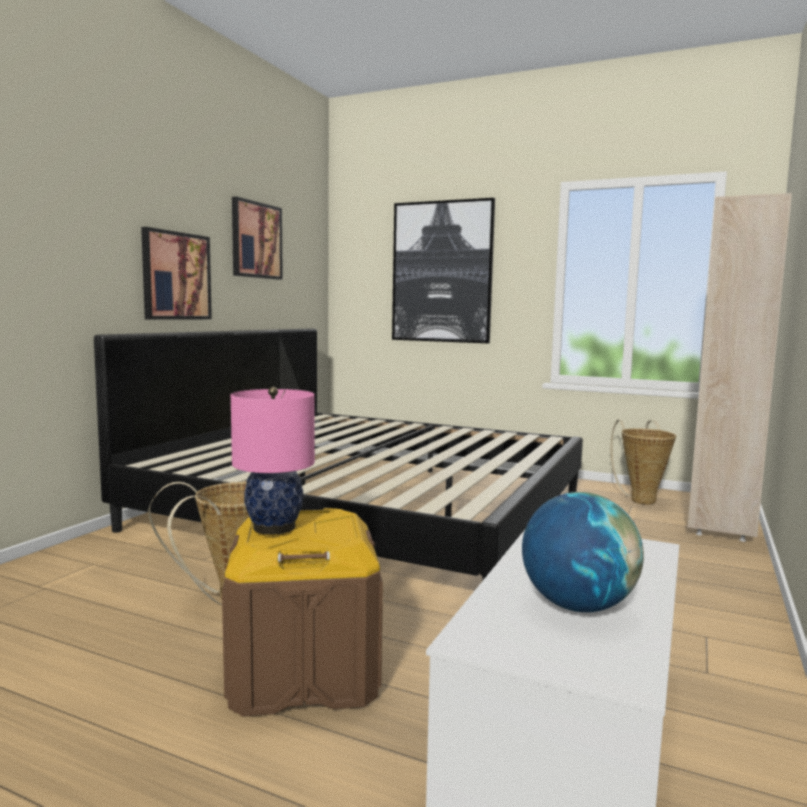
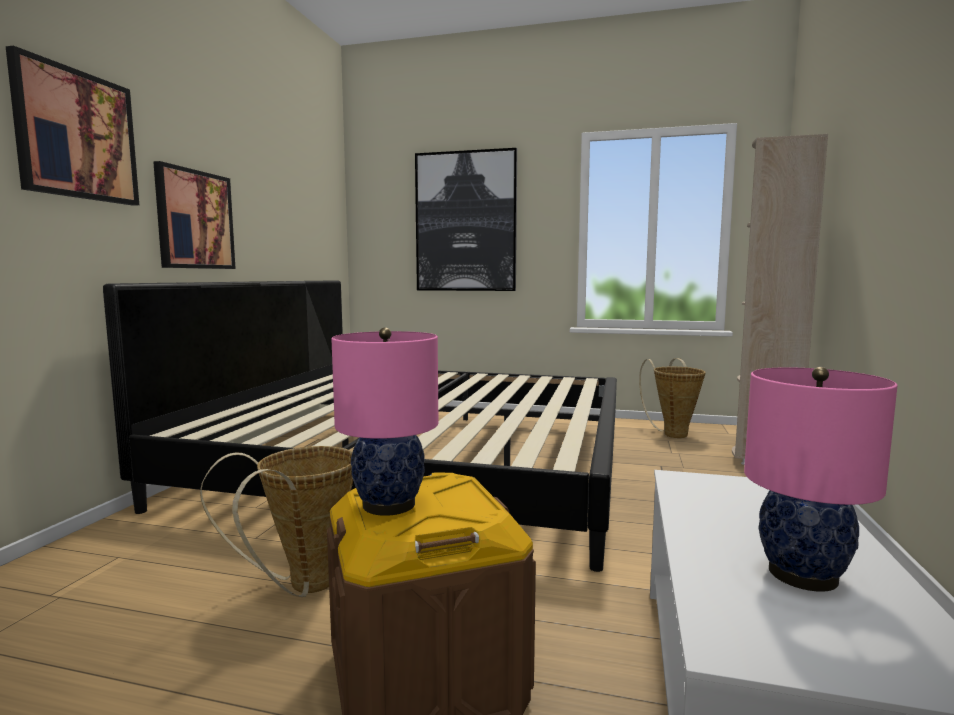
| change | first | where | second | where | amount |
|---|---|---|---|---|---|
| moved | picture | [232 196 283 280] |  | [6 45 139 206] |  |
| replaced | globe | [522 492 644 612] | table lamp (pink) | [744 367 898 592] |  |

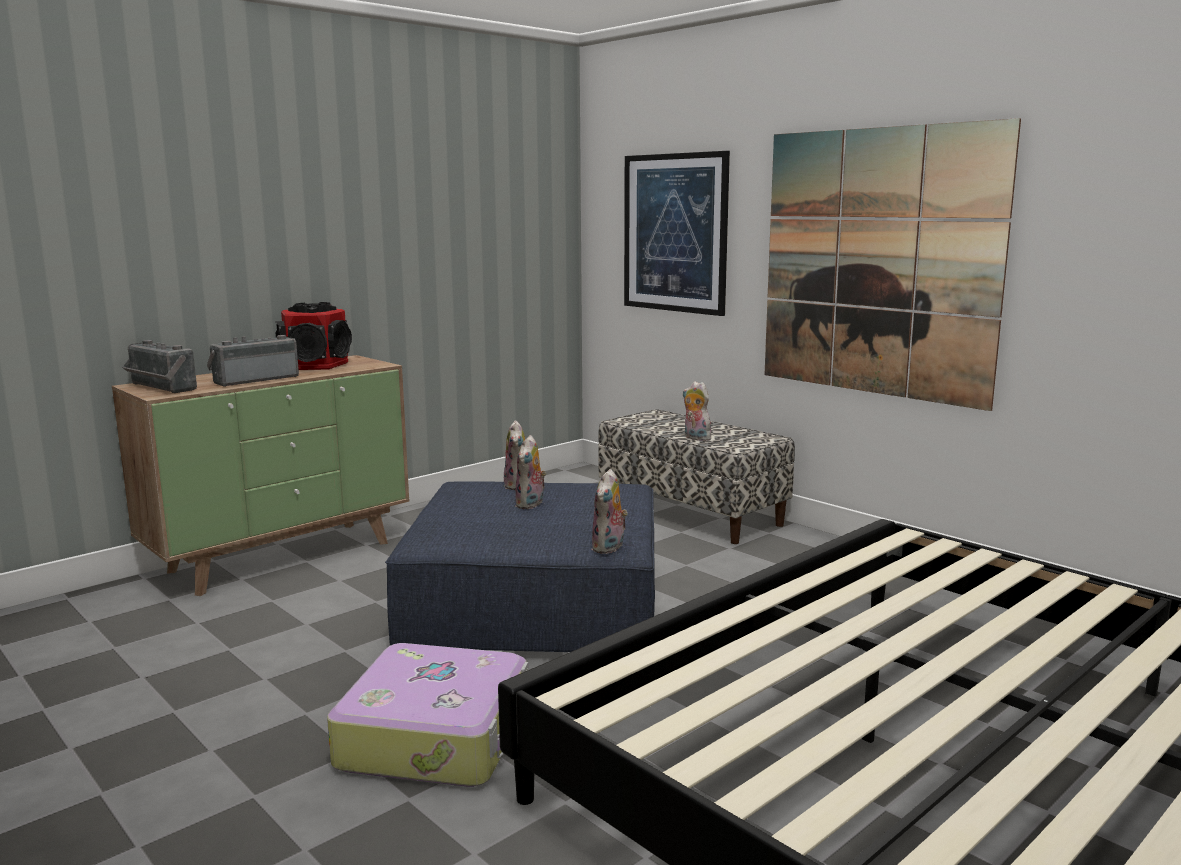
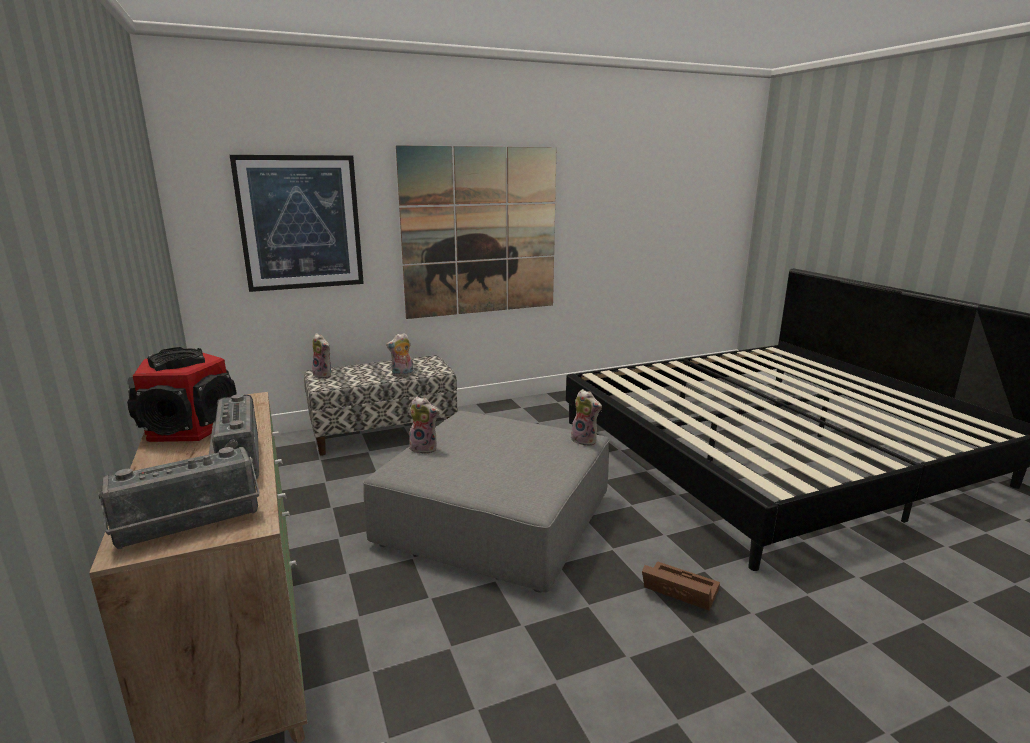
| change | first | where | second | where | amount |
|---|---|---|---|---|---|
| moved | plush toy | [515 435 546 509] |  | [312 333 331 379] |  |
| replaced | suitcase | [327 643 528 787] | storage box (brown) | [642 561 720 610] |  |
| recoloured | ottoman (blue) | [385 481 655 652] | ottoman (grey) | [363 411 610 592] |  |

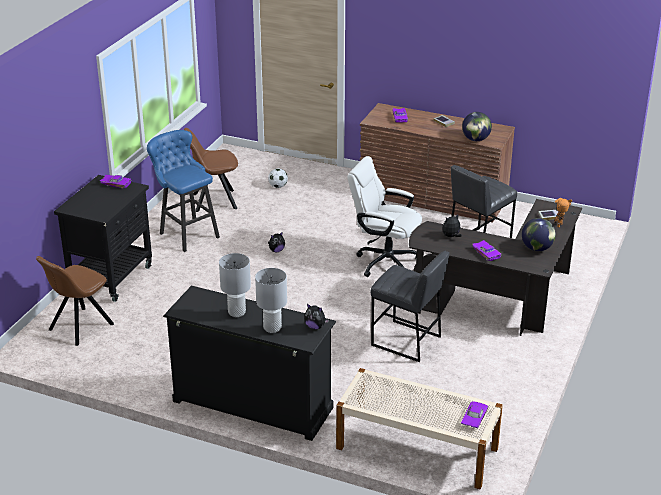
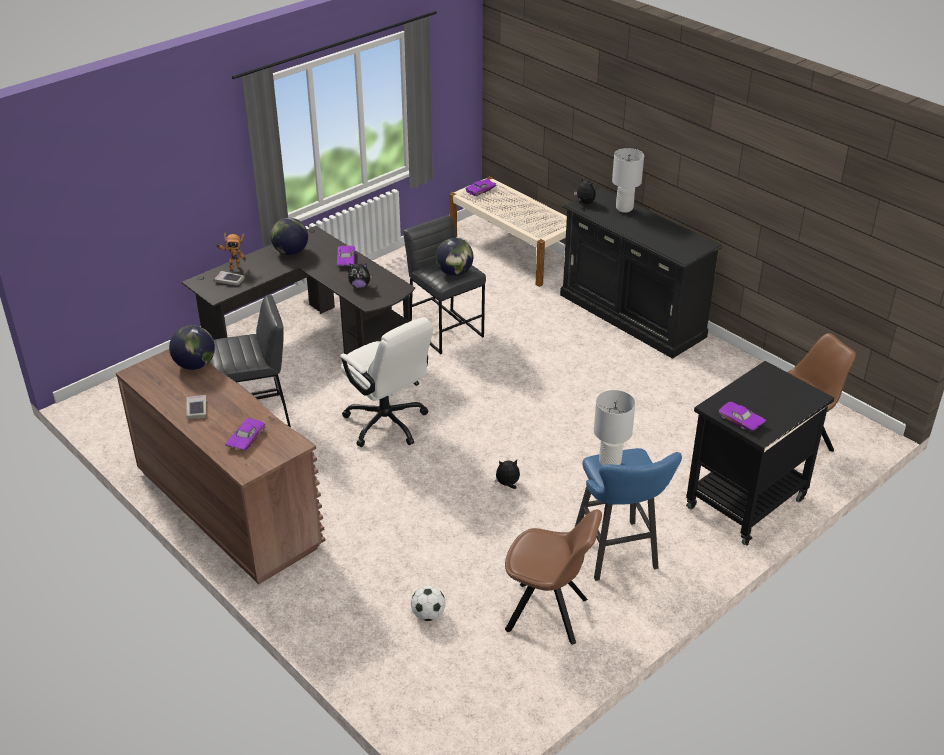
| change | first | where | second | where | amount |
|---|---|---|---|---|---|
| added |  |  | globe | [436 238 473 276] |  |
| moved | table lamp (grey) | [219 253 251 317] |  | [594 390 636 465] |  |

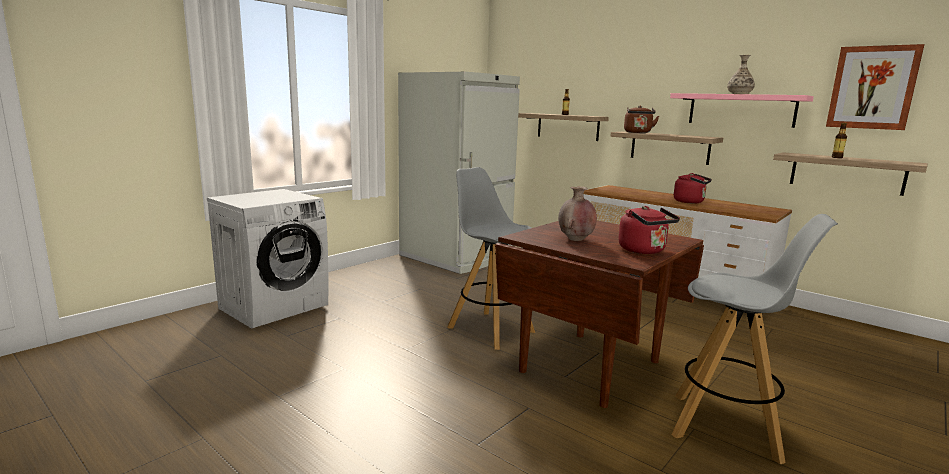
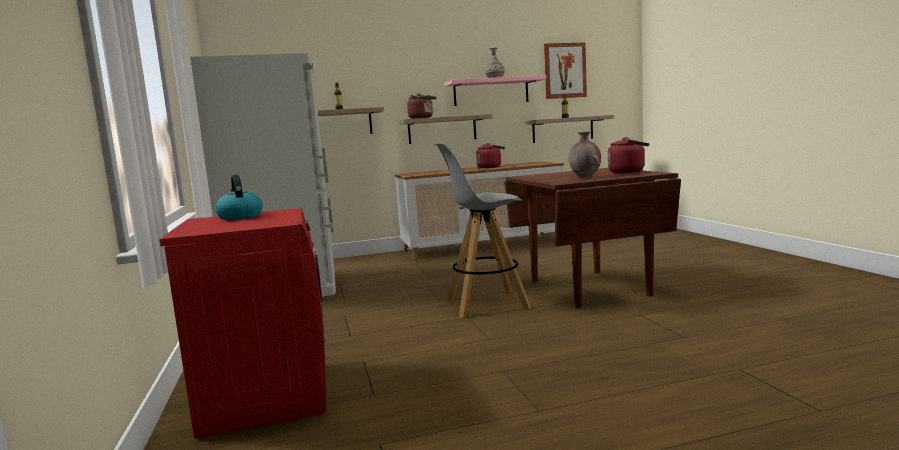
| change | first | where | second | where | amount |
|---|---|---|---|---|---|
| removed | stool (grey) | [671 214 838 464] |  |  |  |
| added |  |  | kettle | [215 175 263 220] |  |
| recoloured | washing machine (white) | [207 189 328 329] | washing machine (red) | [159 208 326 439] |  |

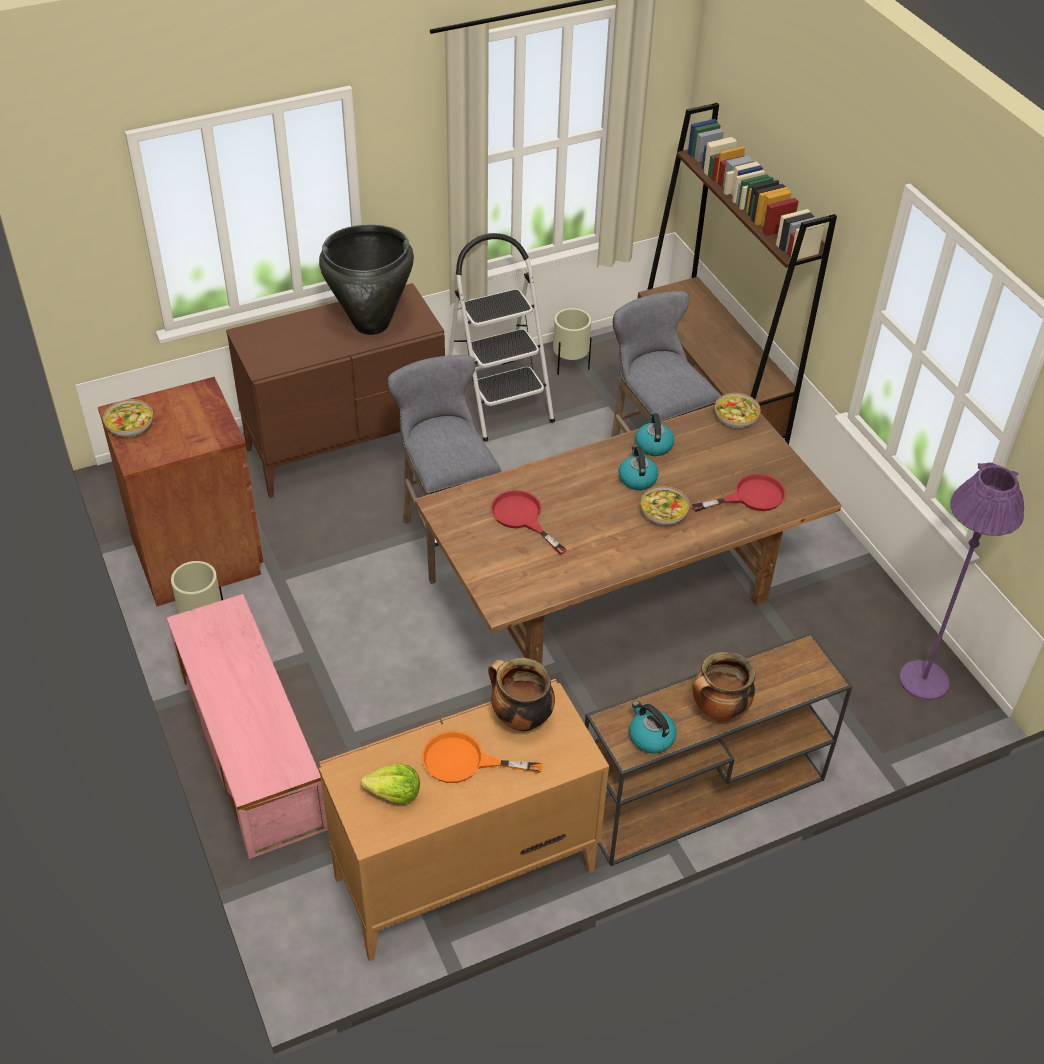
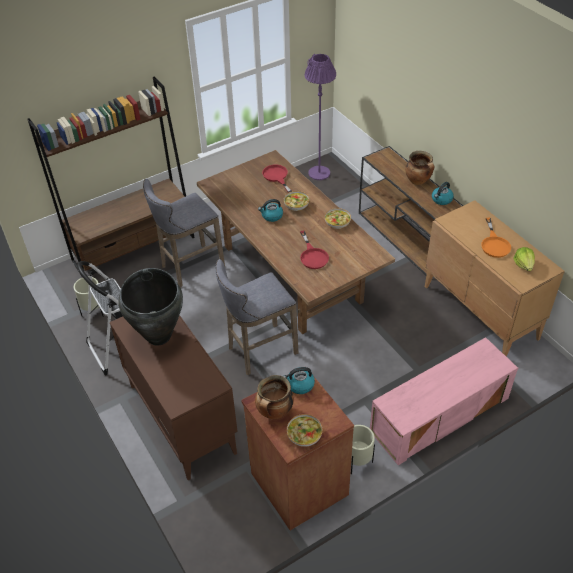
| change | first | where | second | where | amount |
|---|---|---|---|---|---|
| moved | cooking pot | [488 658 555 732] |  | [255 375 294 419] |  |
| moved | kettle | [635 413 674 456] |  | [283 367 315 394] |  |
| moved | bowl | [715 393 760 428] |  | [325 208 351 229] |  |
| turned | frying pan (red) | [491 490 567 555] |  | [300 231 329 269] | 60 degrees counterclockwise |

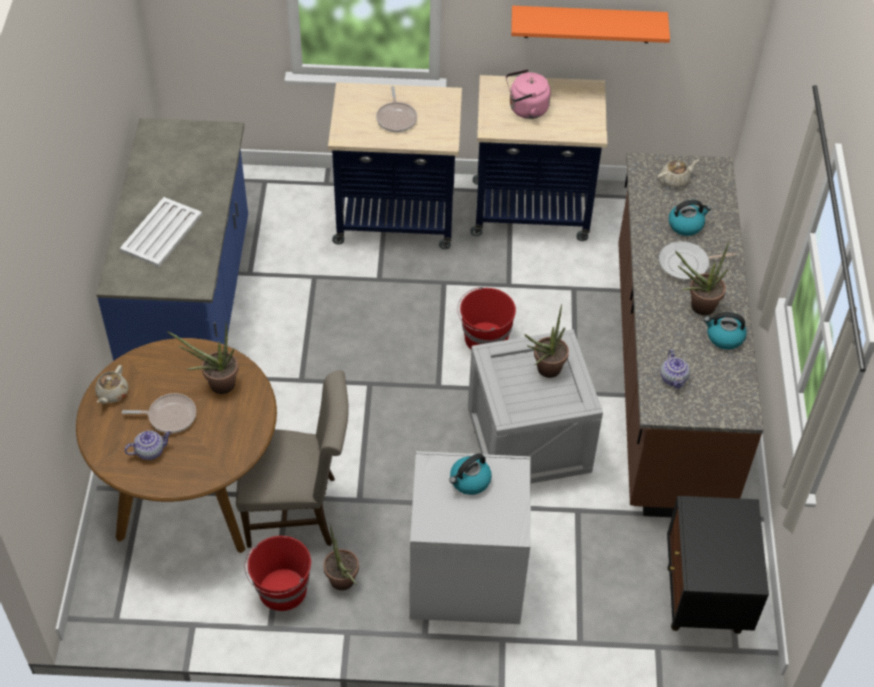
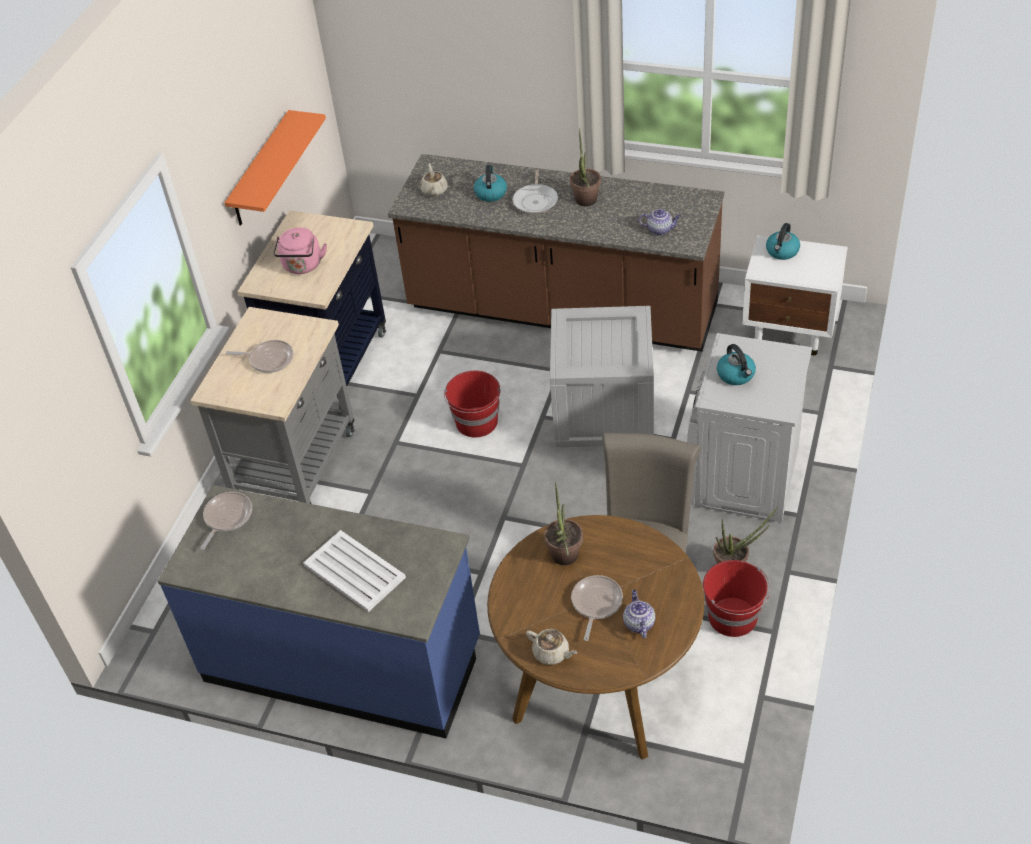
| change | first | where | second | where | amount |
|---|---|---|---|---|---|
| removed | potted plant | [524 304 569 378] |  |  |  |
| added |  |  | frying pan | [200 492 252 550] |  |
| moved | kettle | [704 312 747 350] |  | [766 223 800 260] |  |
| recoloured | cart (blue) | [328 82 462 249] | cart (grey) | [190 307 355 504] |  |
| recoloured | nightstand (black) | [667 496 769 634] | nightstand (white) | [742 235 848 355] |  |

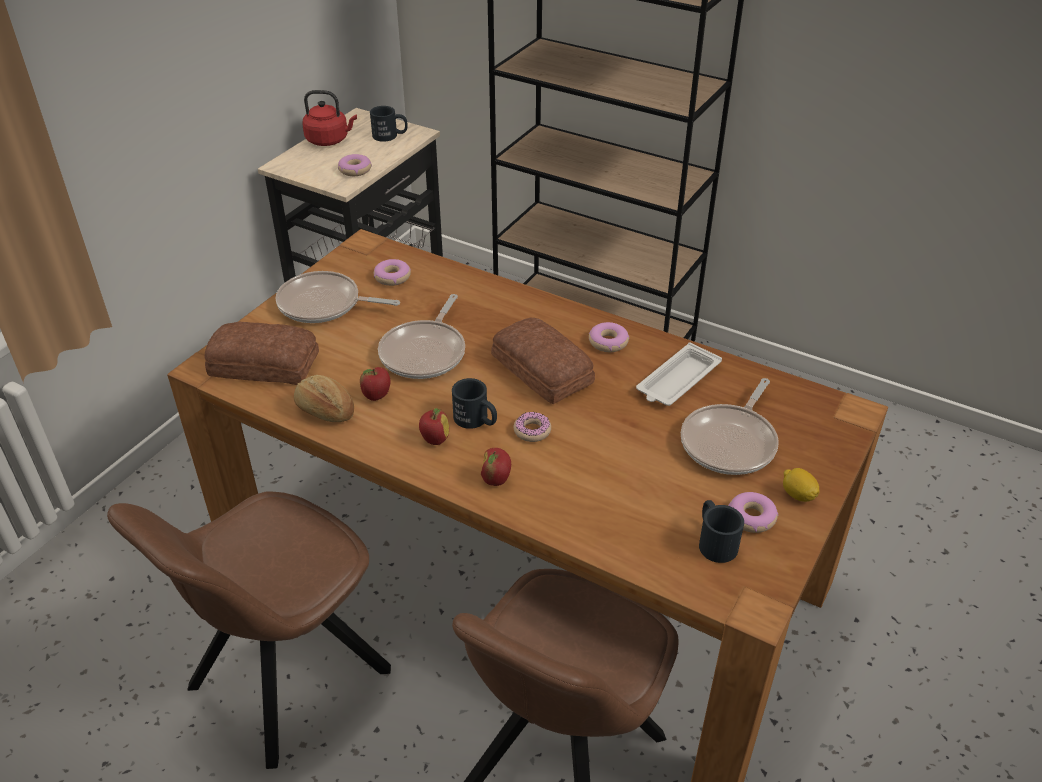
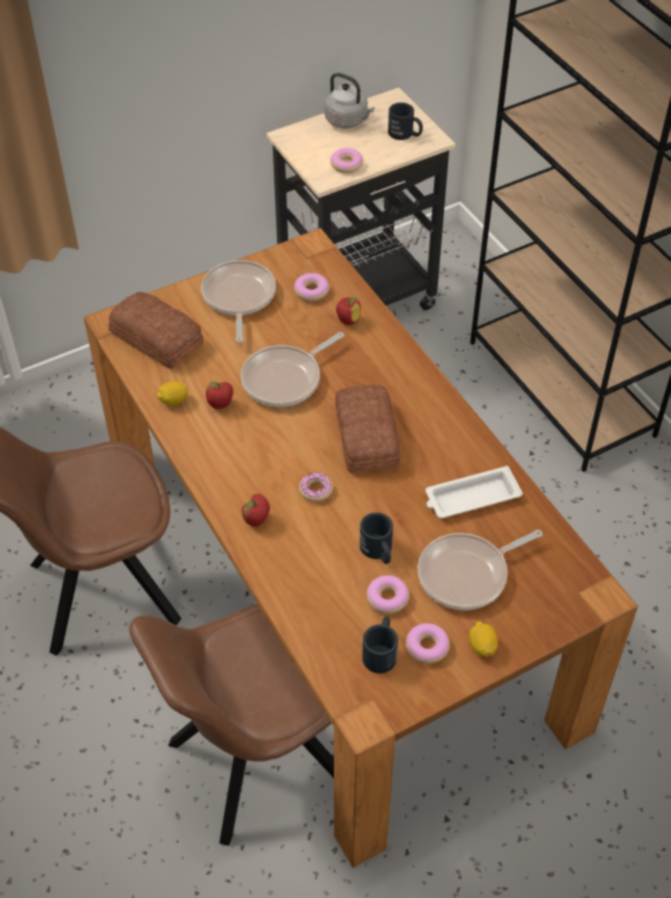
| change | first | where | second | where | amount |
|---|---|---|---|---|---|
| moved | apple | [419 408 449 445] |  | [336 297 361 325] |  |
| moved | mug (black) | [452 378 497 429] |  | [360 512 393 564] |  |
| moved | donut | [589 322 629 352] |  | [366 575 409 614] |  |
| replaced | bread | [294 375 354 422] | lemon | [157 381 188 406] |  |
| recoloured | kettle (red) | [302 90 357 146] | kettle (grey) | [324 73 375 128] |  |
| turned | frying pan | [275 271 400 323] |  | [201 260 276 342] | 45 degrees clockwise |

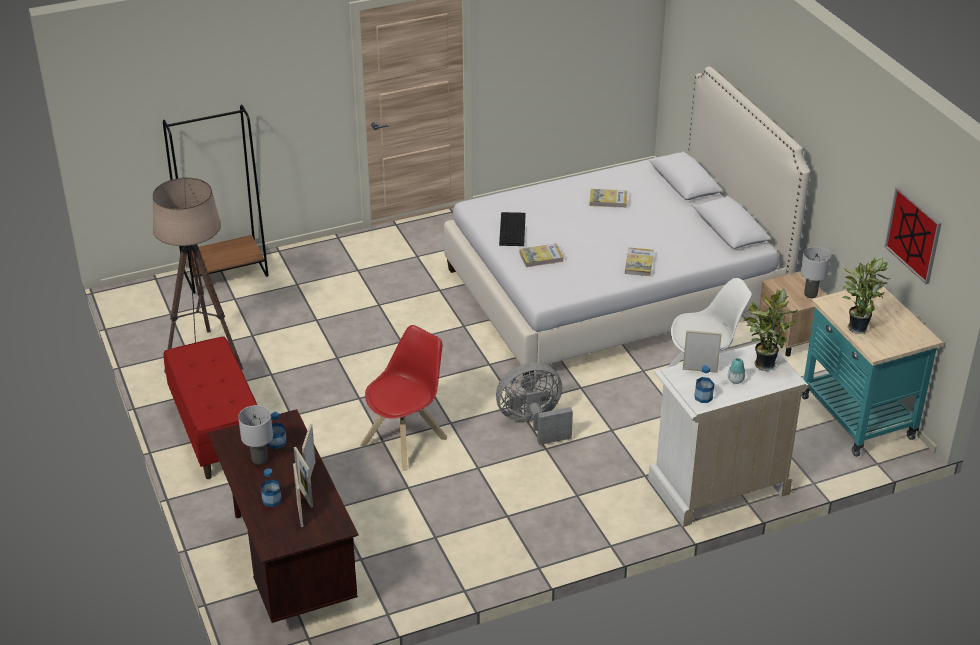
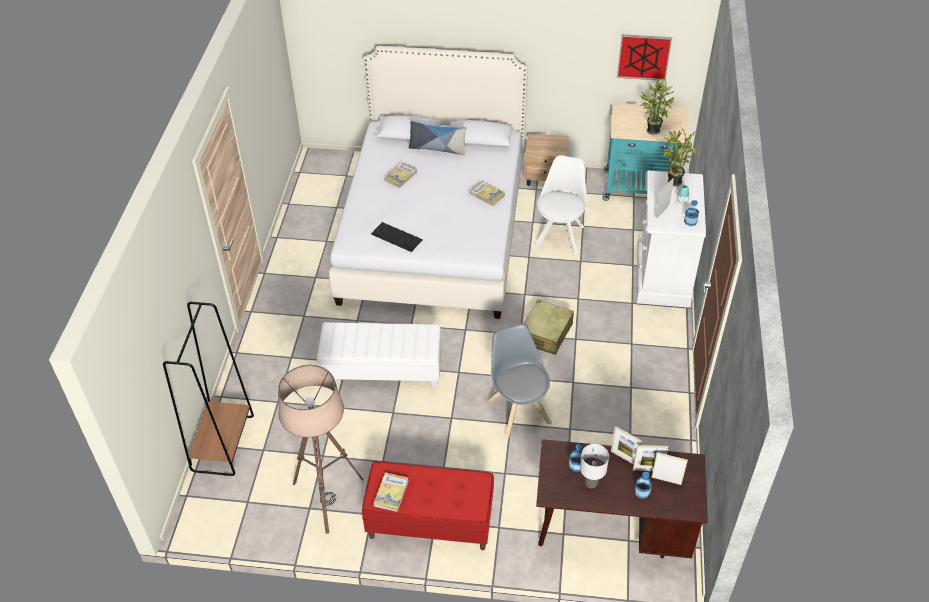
| change | first | where | second | where | amount |
|---|---|---|---|---|---|
| removed | table lamp (white) | [801 247 831 298] |  |  |  |
| added |  |  | ottoman (white) | [317 322 442 388] |  |
| added |  |  | pillow | [408 121 467 156] |  |
| moved | book | [519 243 564 267] |  | [373 472 409 512] |  |
| replaced | fan (grey) | [496 362 573 445] | suitcase (beige) | [524 300 574 355] |  |
| recoloured | chair (red) | [360 325 447 471] | chair (grey) | [487 324 552 438] |  |

